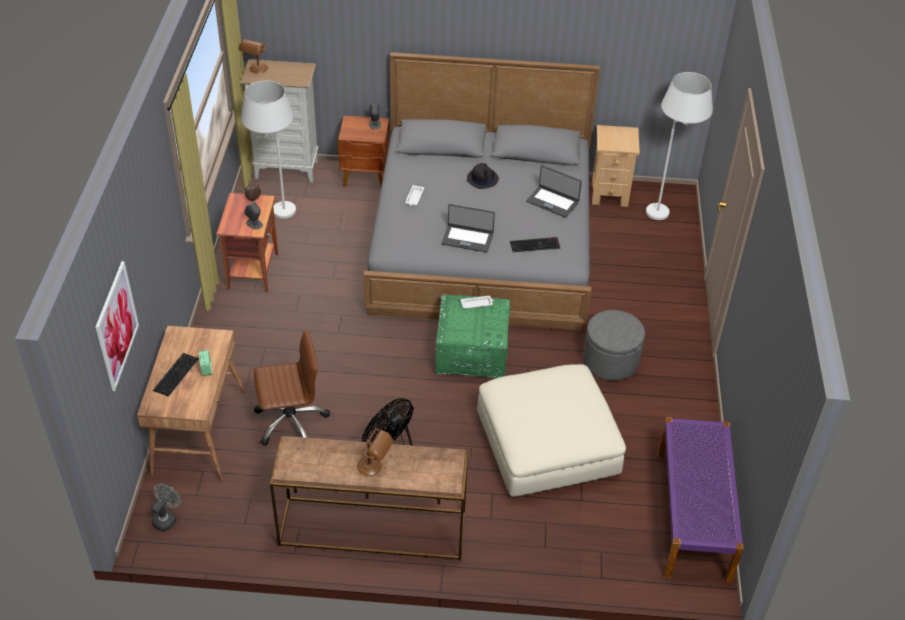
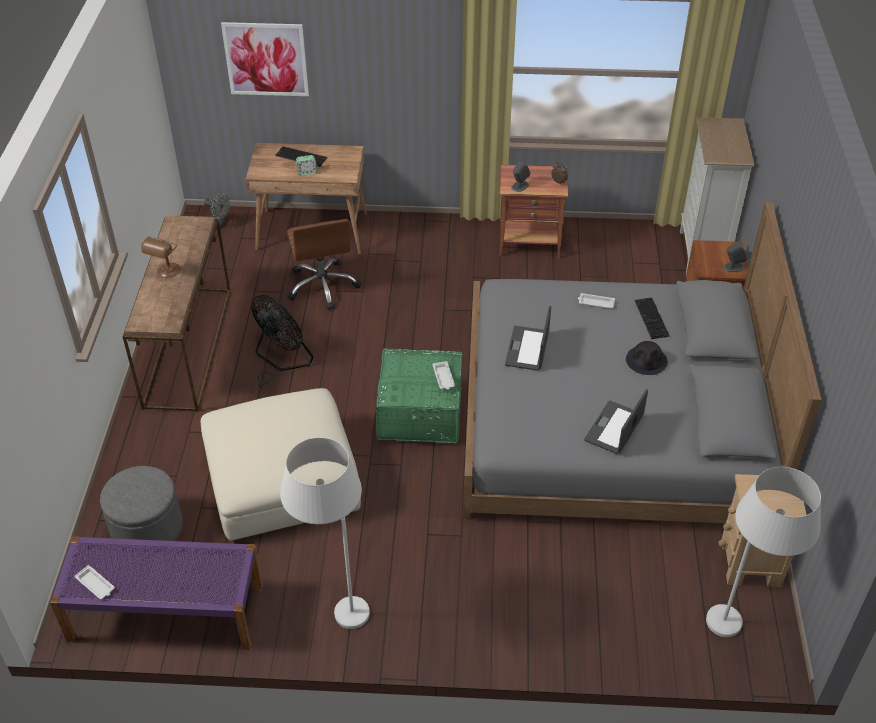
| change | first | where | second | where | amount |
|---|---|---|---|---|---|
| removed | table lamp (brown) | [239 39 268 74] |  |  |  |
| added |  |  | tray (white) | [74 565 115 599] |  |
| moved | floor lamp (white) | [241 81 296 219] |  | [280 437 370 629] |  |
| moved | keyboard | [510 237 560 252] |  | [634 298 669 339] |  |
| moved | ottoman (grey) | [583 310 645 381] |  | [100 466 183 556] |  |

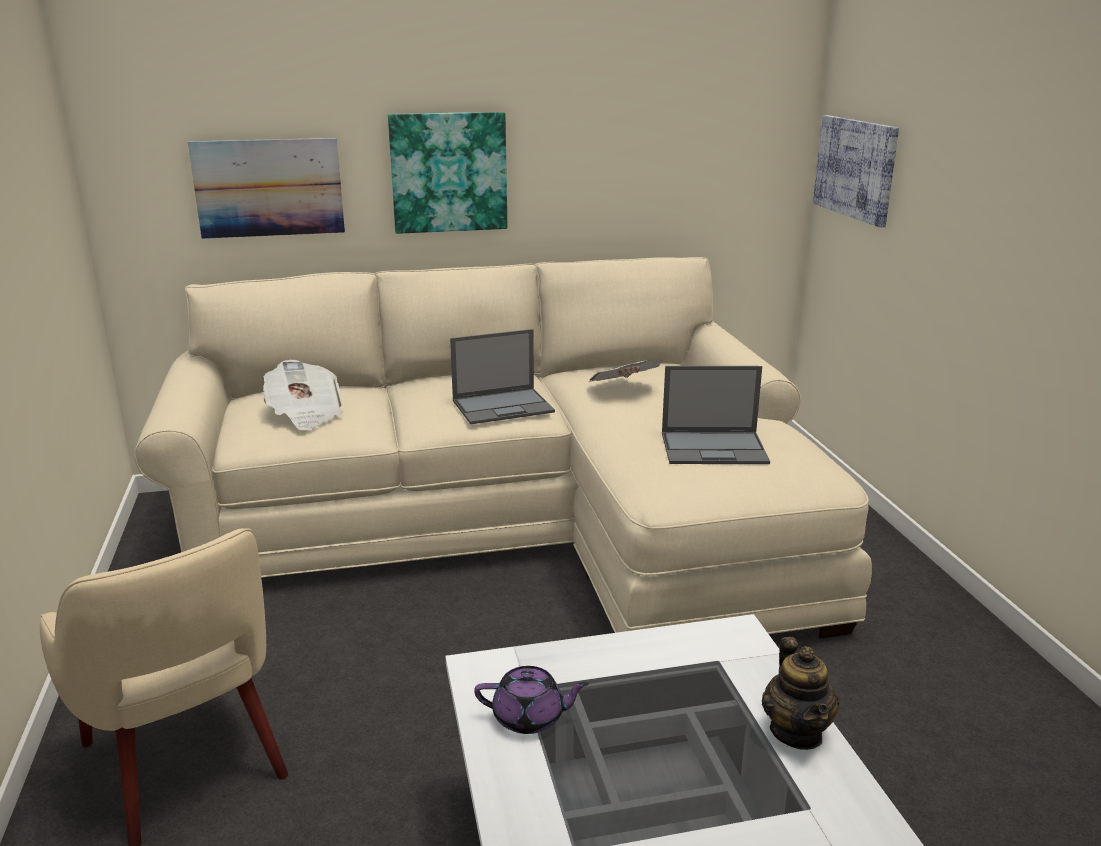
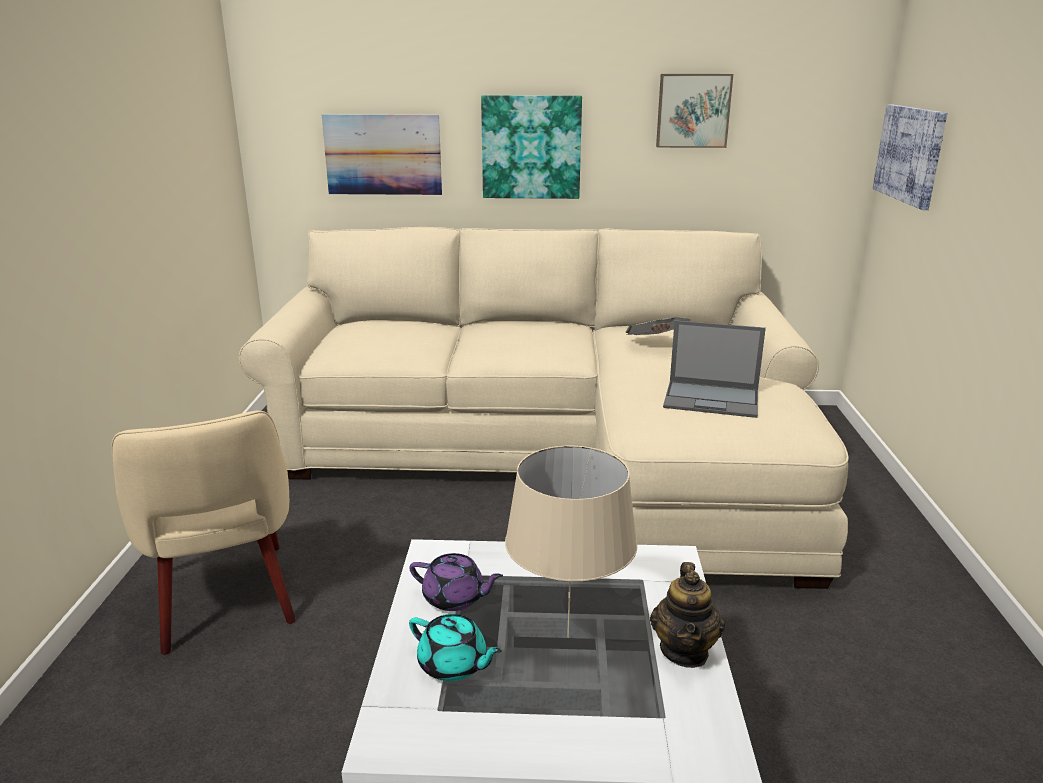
| change | first | where | second | where | amount |
|---|---|---|---|---|---|
| removed | newspaper | [263 360 343 431] |  |  |  |
| removed | laptop | [450 329 555 424] |  |  |  |
| added |  |  | teapot (turquoise) | [409 614 502 681] |  |
| added |  |  | table lamp (beige) | [505 446 637 638] |  |
| added |  |  | picture | [656 74 733 148] |  |

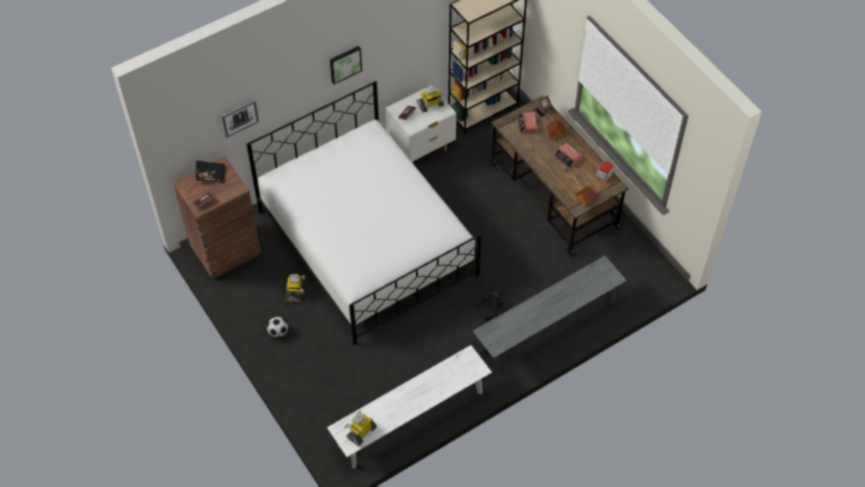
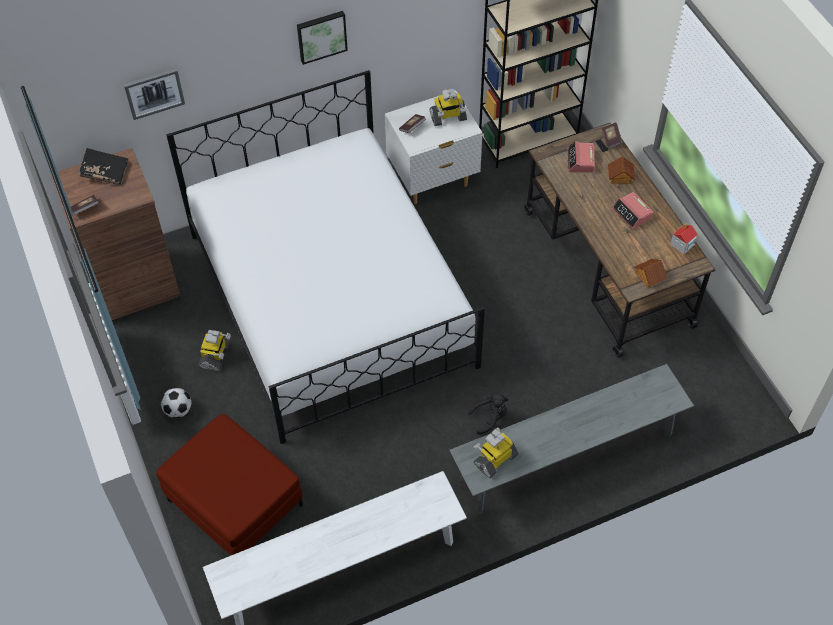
| change | first | where | second | where | amount |
|---|---|---|---|---|---|
| added |  |  | ottoman (red) | [156 413 303 555] |  |
| moved | toy robot | [345 411 377 446] |  | [473 428 519 478] |  |

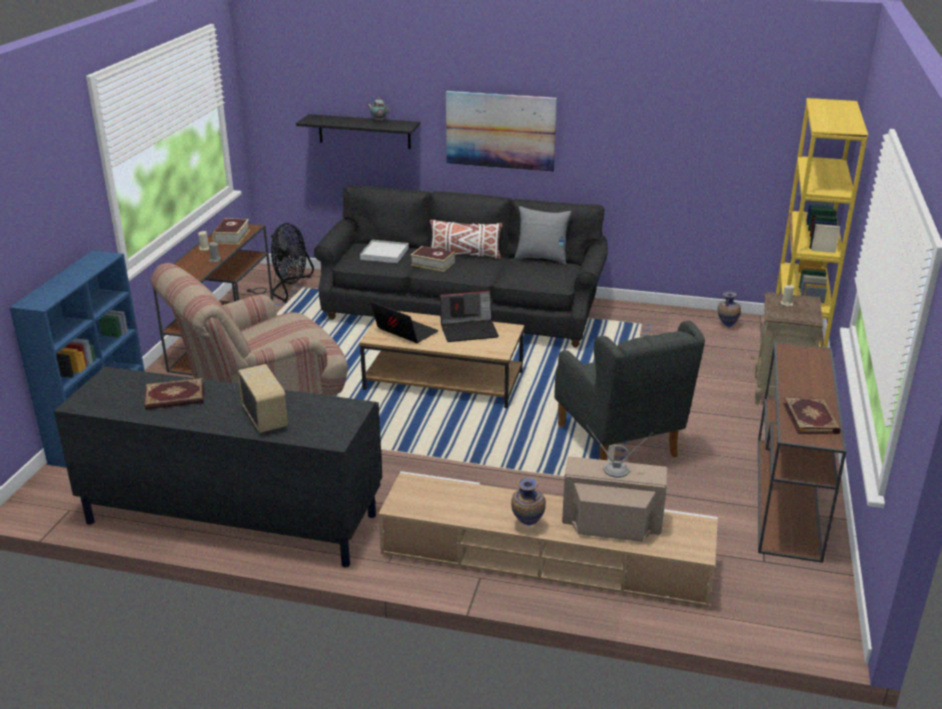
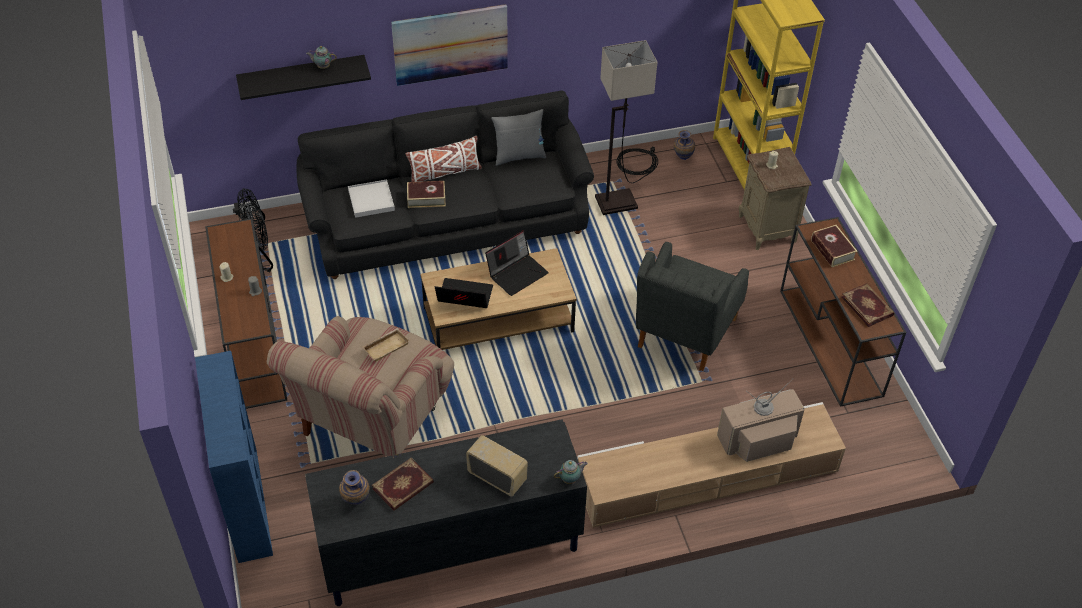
| change | first | where | second | where | amount |
|---|---|---|---|---|---|
| added |  |  | tray (beige) | [362 328 410 362] |  |
| added |  |  | teapot | [554 460 588 484] |  |
| added |  |  | floor lamp | [595 40 658 215] |  |
| moved | book | [213 218 250 245] |  | [811 225 857 267] |  |
| moved | vase | [511 477 546 525] |  | [339 470 370 505] |  |
| turned | armchair (grey) | [554 321 705 460] |  | [636 242 749 371] | 75 degrees clockwise |

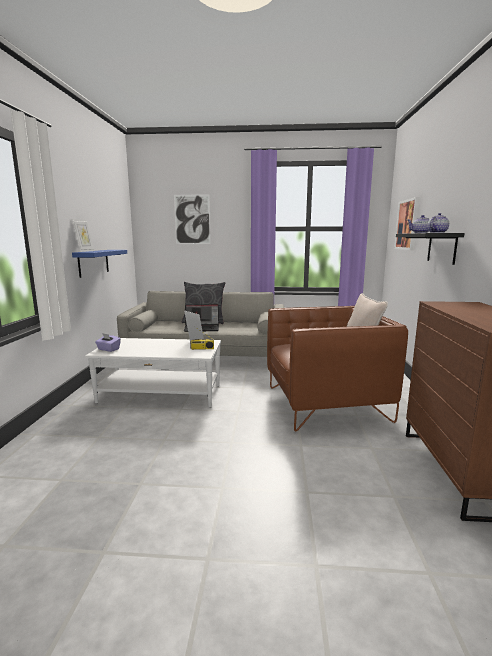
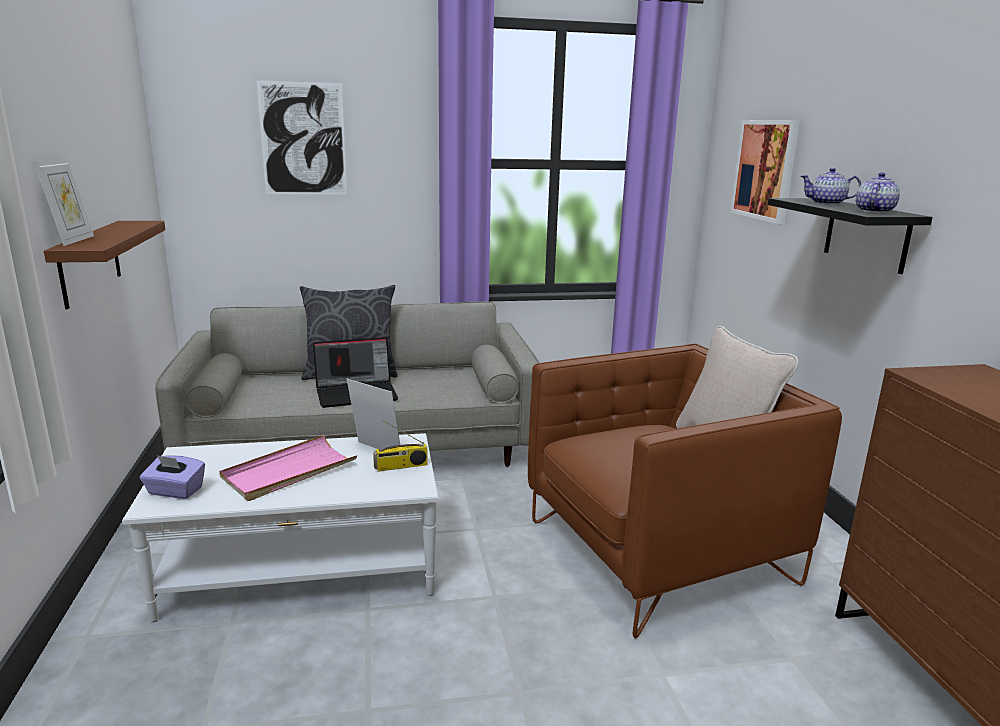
| change | first | where | second | where | amount |
|---|---|---|---|---|---|
| added |  |  | tray (pink) | [219 435 357 501] |  |
| recoloured | shelf (blue) | [72 250 127 278] | shelf (brown) | [44 221 165 309] |  |

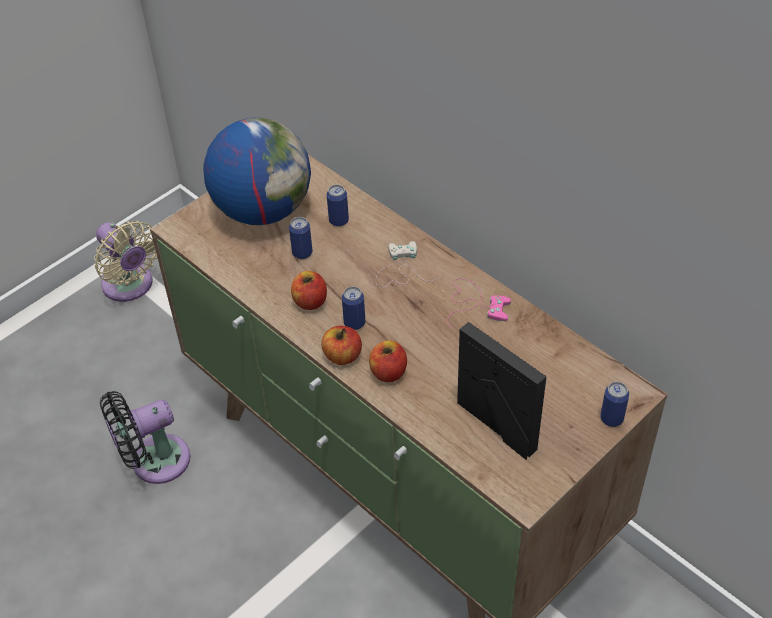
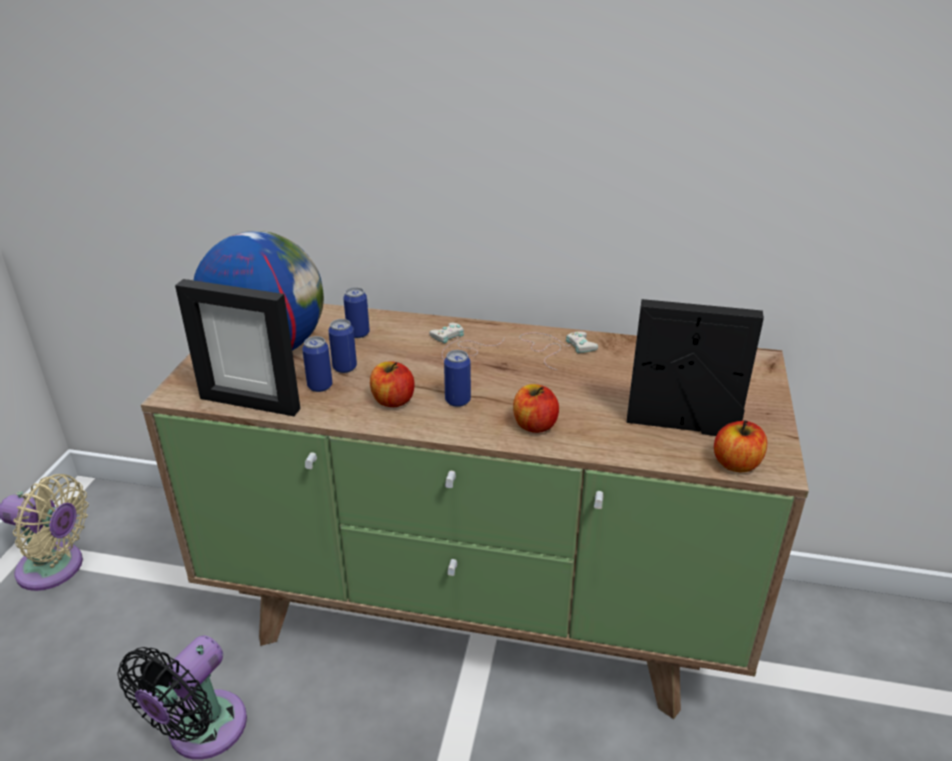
| change | first | where | second | where | amount |
|---|---|---|---|---|---|
| added |  |  | picture frame | [175 279 300 416] |  |
| moved | apple | [321 326 362 365] |  | [714 420 767 472] |  |
| moved | can | [600 382 629 427] |  | [302 336 332 392] |  |
| recoloured | game controller (pink) | [448 279 511 326] | game controller (white) | [519 331 598 370] |  |

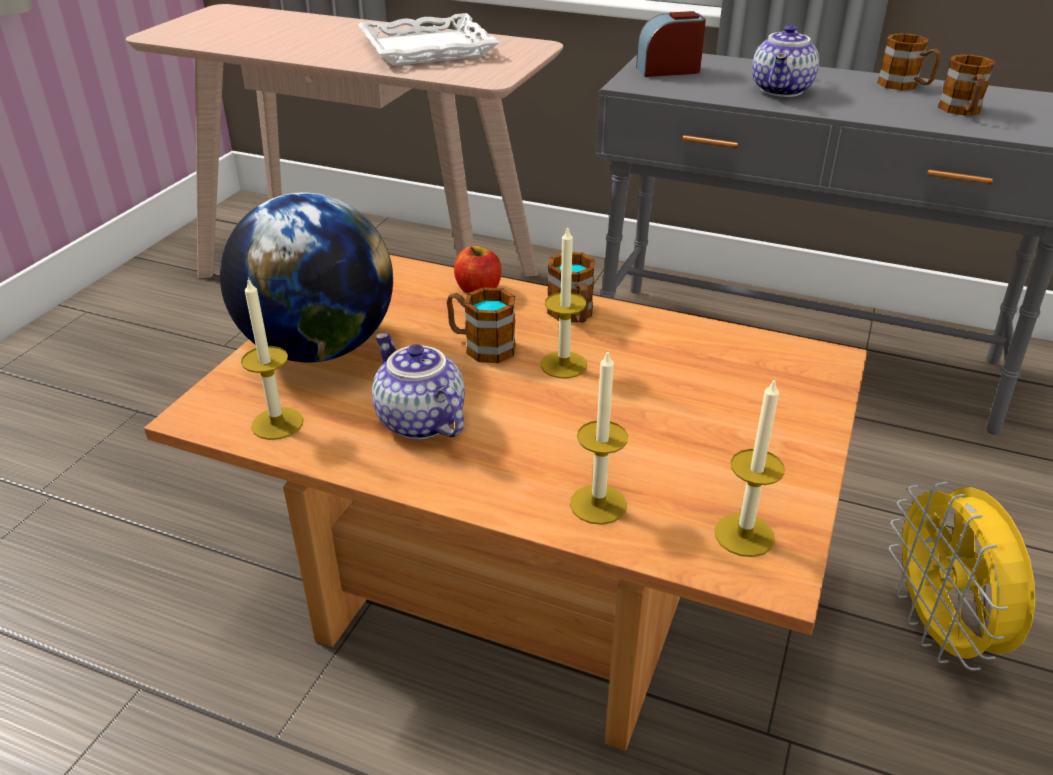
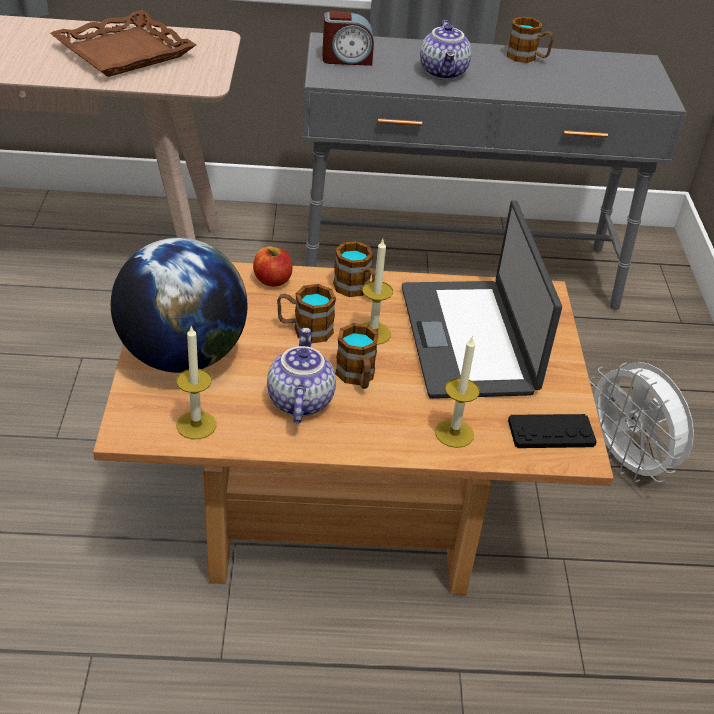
| change | first | where | second | where | amount |
|---|---|---|---|---|---|
| added |  |  | laptop | [402 200 562 399] |  |
| moved | mug | [938 54 995 116] |  | [335 323 379 389] |  |
| replaced | candle | [715 377 785 557] | game controller (black) | [508 414 597 448] |  |
| recoloured | tray (white) | [358 13 500 66] | tray (brown) | [50 10 196 77] |  |
| recoloured | fan (yellow) | [888 482 1035 671] | fan (white) | [589 362 694 483] |  |
| turned | teapot | [372 333 465 440] |  | [267 328 336 423] | 60 degrees clockwise |
| turned | alarm clock | [636 11 706 77] |  | [322 12 374 66] | 150 degrees counterclockwise |

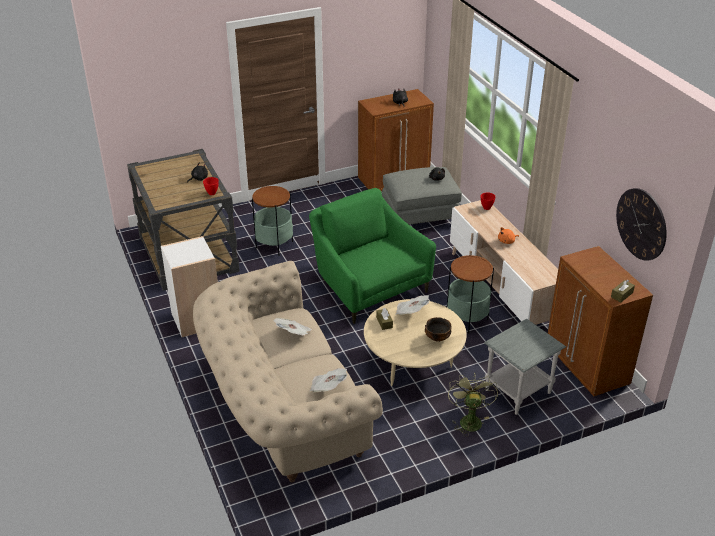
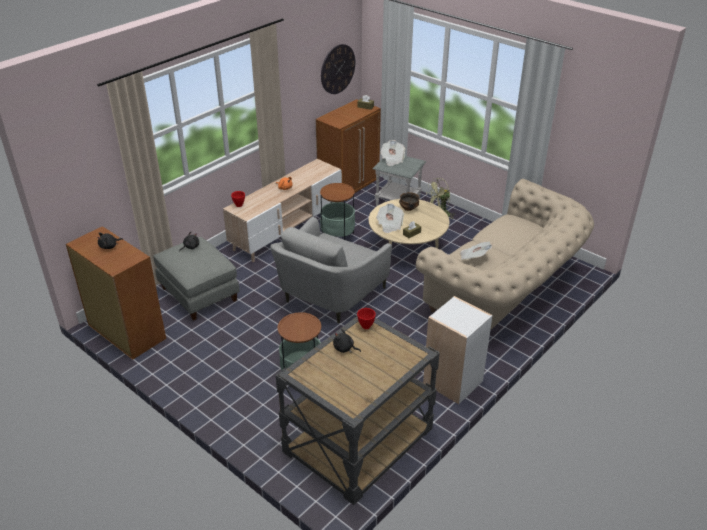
| change | first | where | second | where | amount |
|---|---|---|---|---|---|
| moved | newspaper | [310 368 347 392] |  | [380 140 405 166] |  |
| recoloured | armchair (green) | [309 188 436 324] | armchair (grey) | [270 217 392 323] |  |

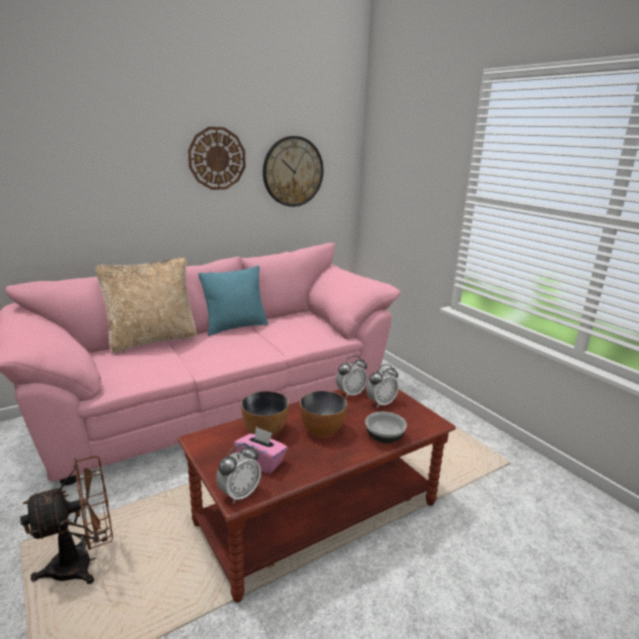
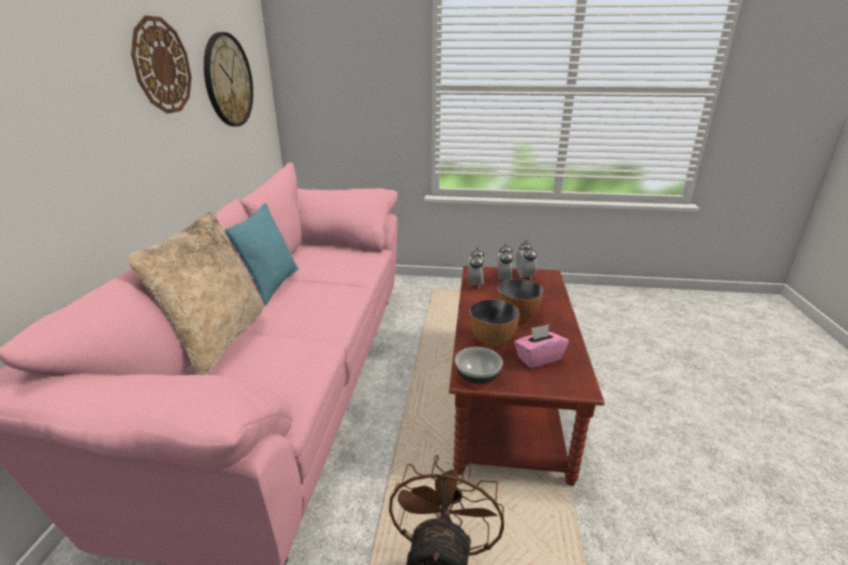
| change | first | where | second | where | amount |
|---|---|---|---|---|---|
| moved | alarm clock | [216 443 261 504] |  | [516 240 537 281] |  |
| moved | bowl | [365 412 407 443] |  | [455 347 503 384] |  |

